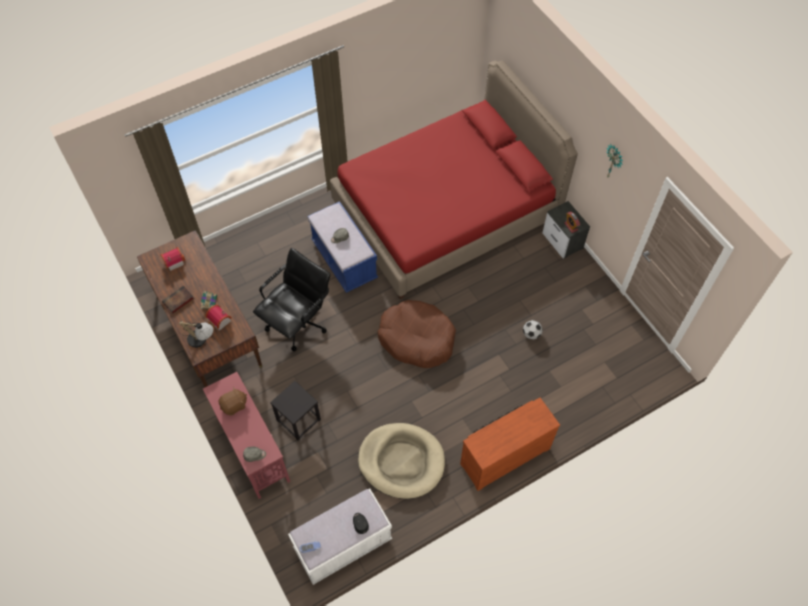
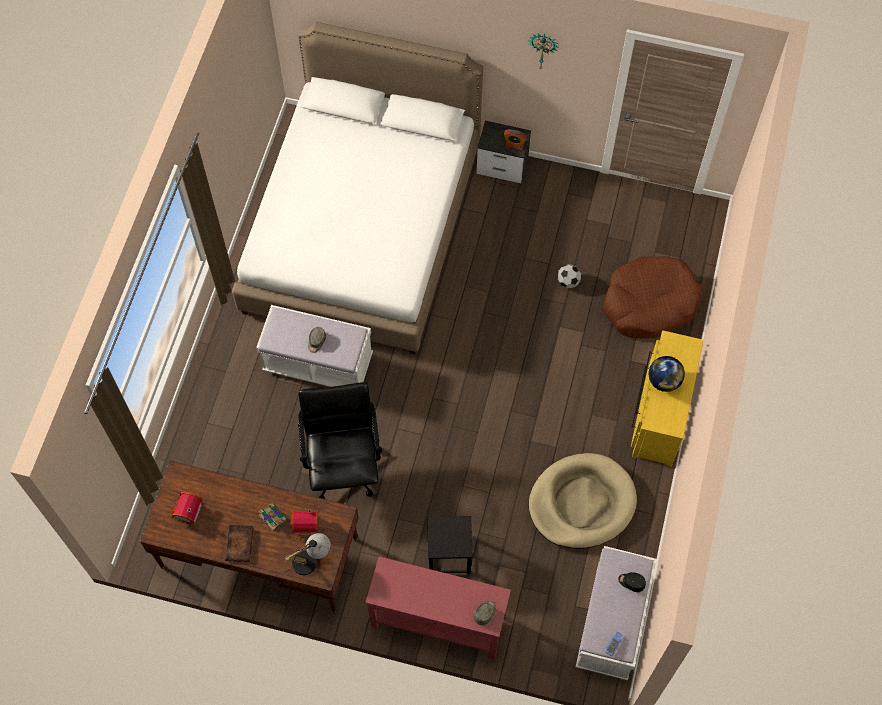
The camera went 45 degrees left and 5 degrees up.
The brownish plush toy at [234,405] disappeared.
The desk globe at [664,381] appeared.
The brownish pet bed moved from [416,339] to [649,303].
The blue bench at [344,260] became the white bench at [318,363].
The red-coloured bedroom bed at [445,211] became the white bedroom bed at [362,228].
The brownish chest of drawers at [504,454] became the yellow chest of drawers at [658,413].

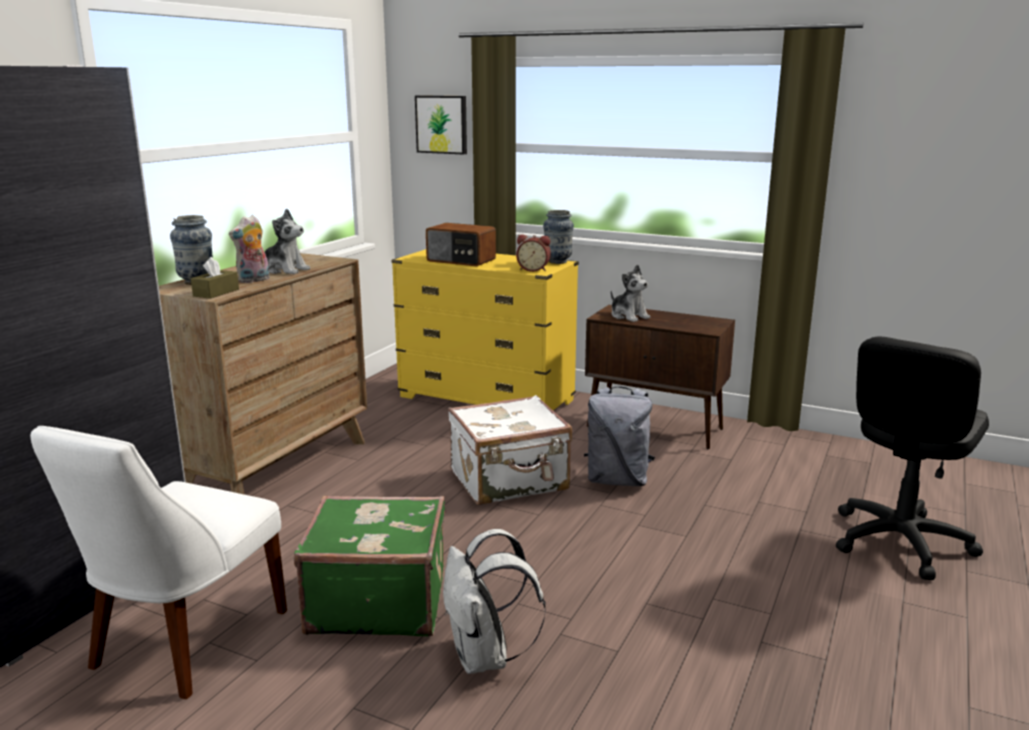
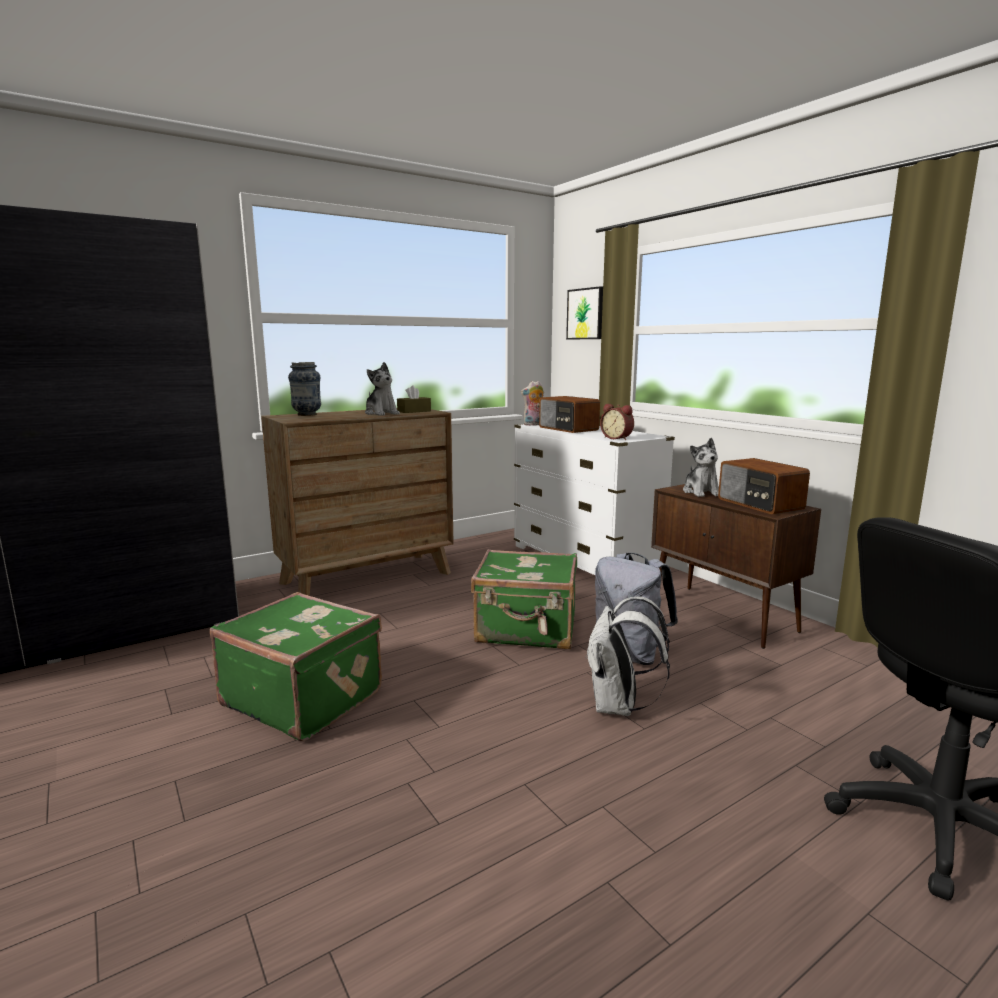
The camera went 30 degrees right and 5 degrees down.
The white upright chair at [184,643] disappeared.
The vase at [557,262] disappeared.
The radio set at [759,504] appeared.
The brownish tissue box moved from [216,292] to [414,411].
The plush toy moved from [254,280] to [534,425].
The white backpack moved from [485,658] to [618,706].
The yellow chest of drawers at [486,400] became the white chest of drawers at [584,561].
The white suitcase at [510,481] became the green-coloured suitcase at [527,630].

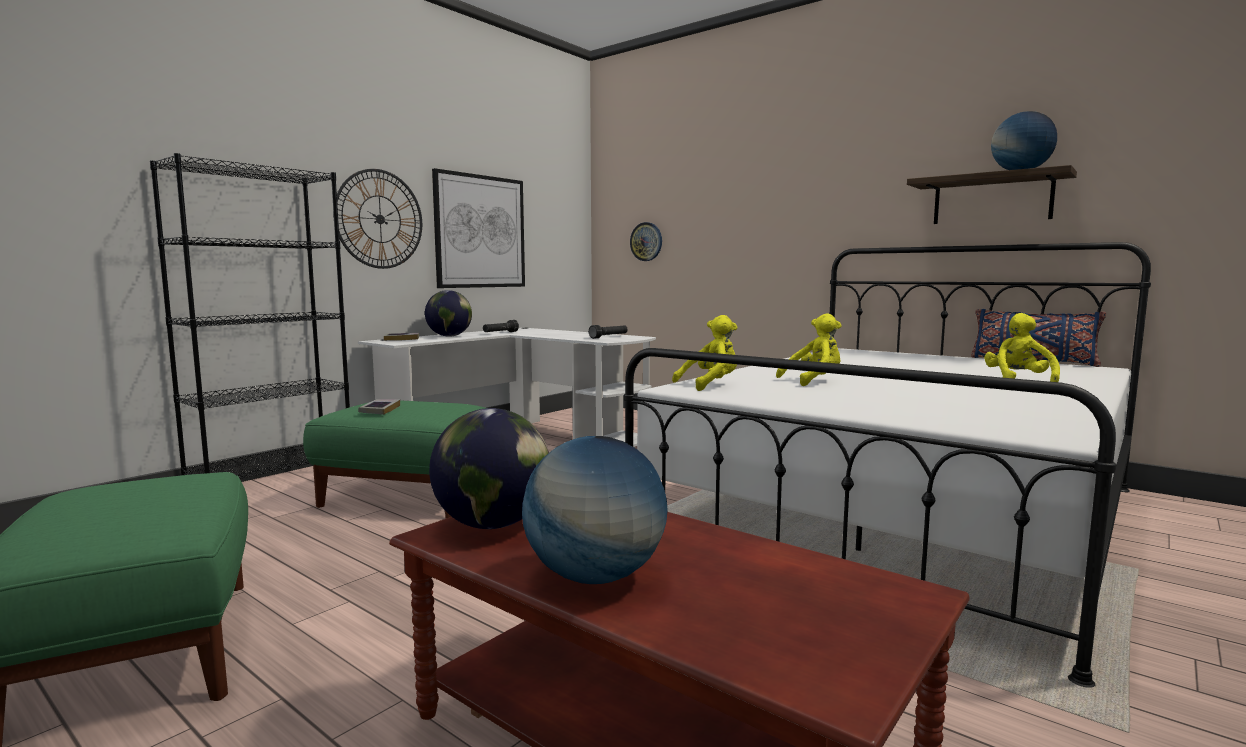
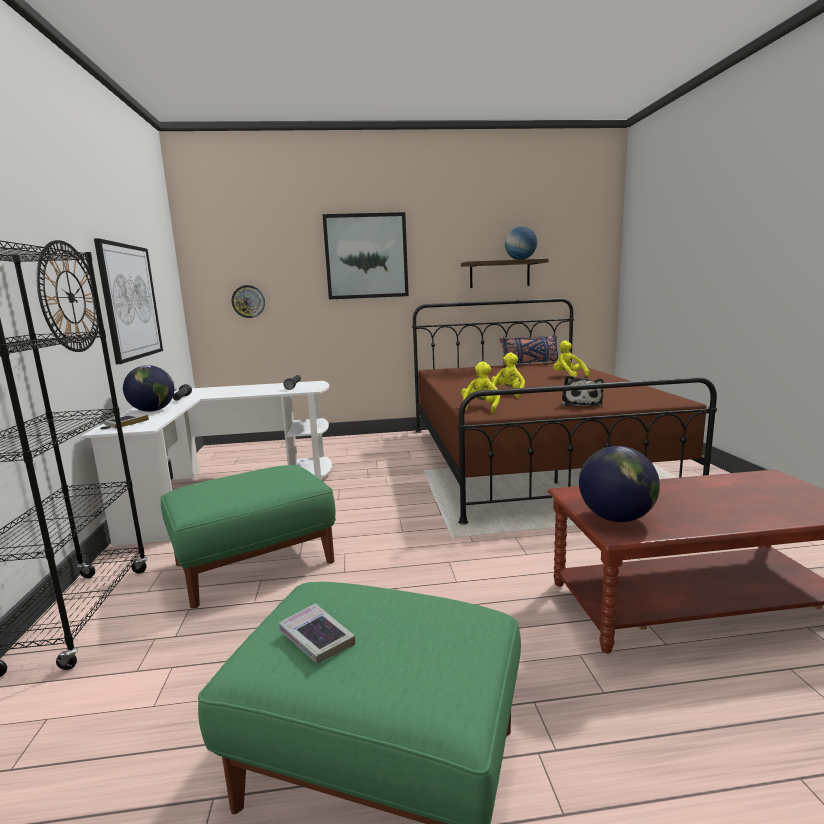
The camera went 45 degrees left and 5 degrees up.
The desk globe at [595,576] disappeared.
The wall picture at [366,256] appeared.
The plush toy at [581,403] appeared.
The volume moved from [380,410] to [316,638].
The white bedroom bed at [900,512] became the brownish bedroom bed at [529,458].

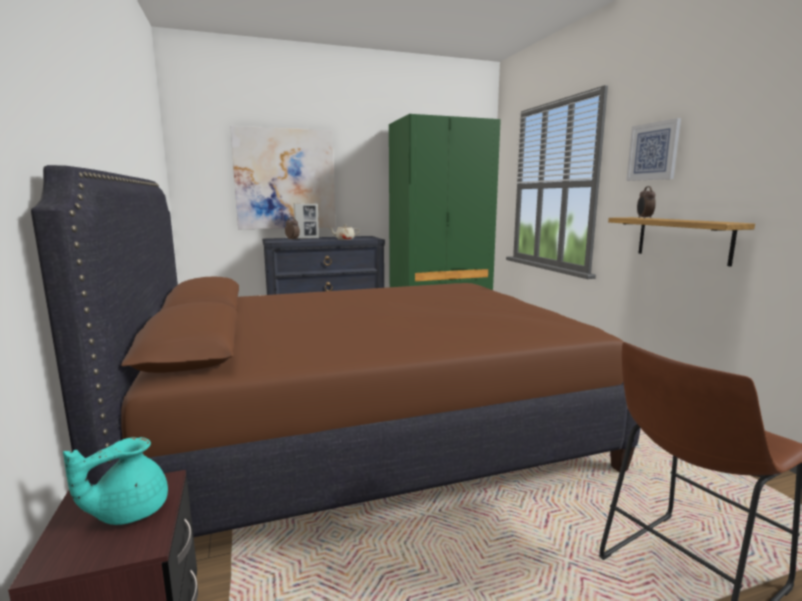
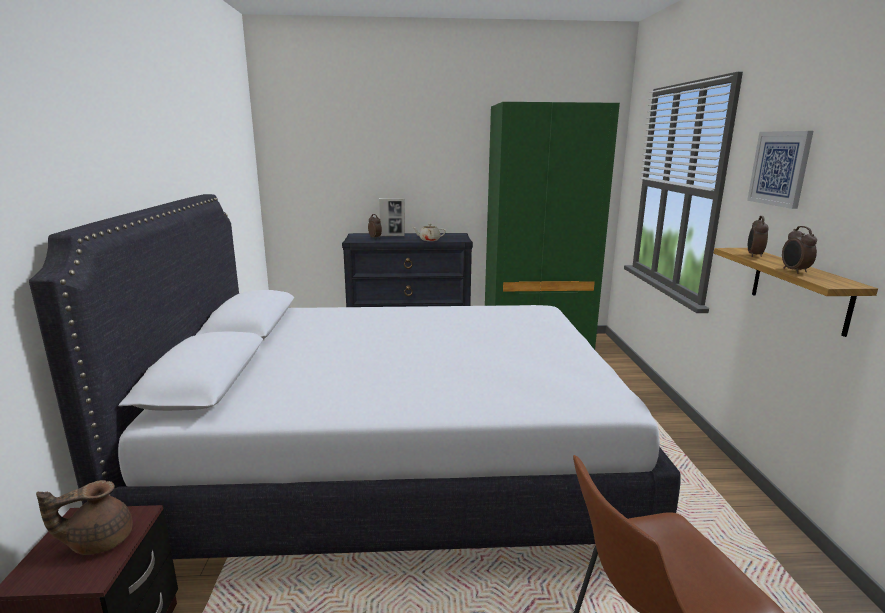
The camera went 15 degrees right and 5 degrees up.
The wall picture at [285,179] disappeared.
The bedside clock at [794,271] appeared.
The brownish bedroom bed at [367,432] became the white bedroom bed at [397,465].
The turquoise tea pot at [128,511] became the brownish tea pot at [99,541].

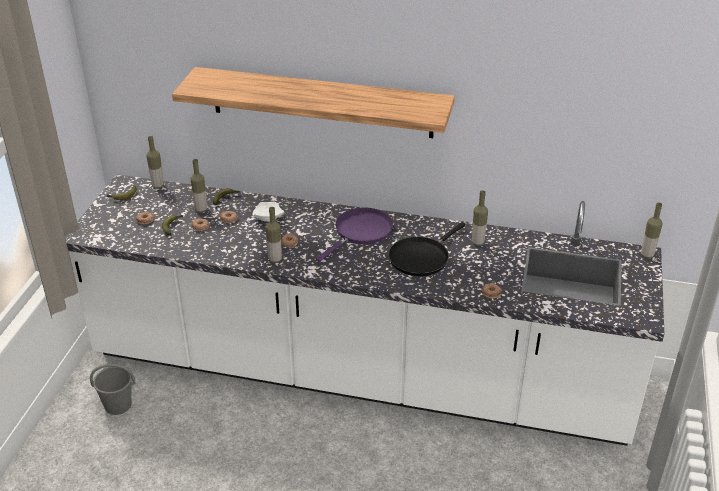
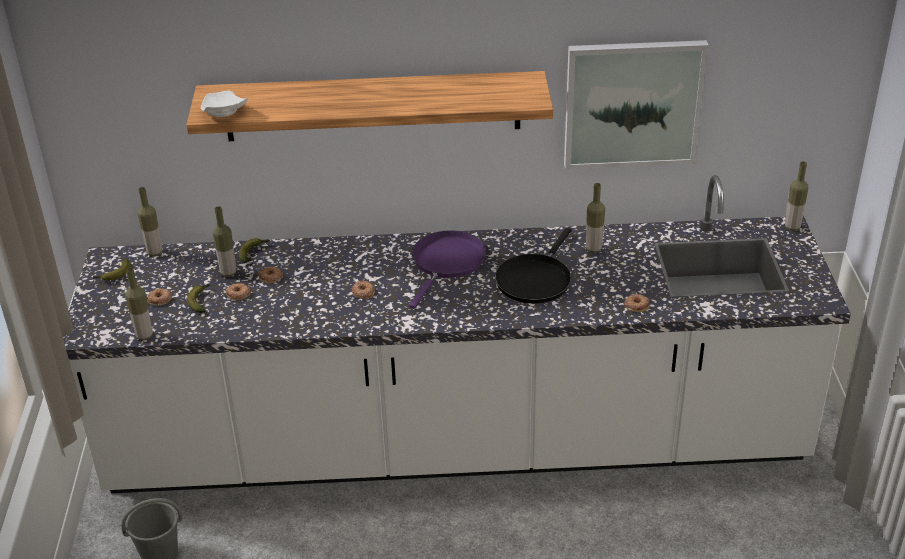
The camera went 15 degrees left and 0 degrees up.
The wall picture at [633,104] appeared.
The white dinner plate moved from [267,217] to [223,112].
The bottle moved from [275,259] to [144,336].

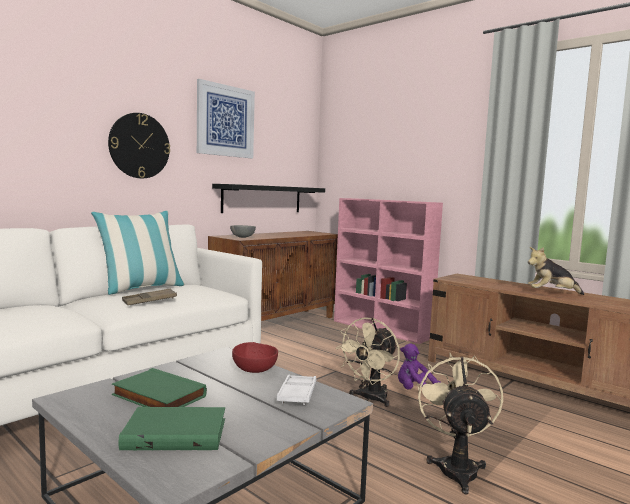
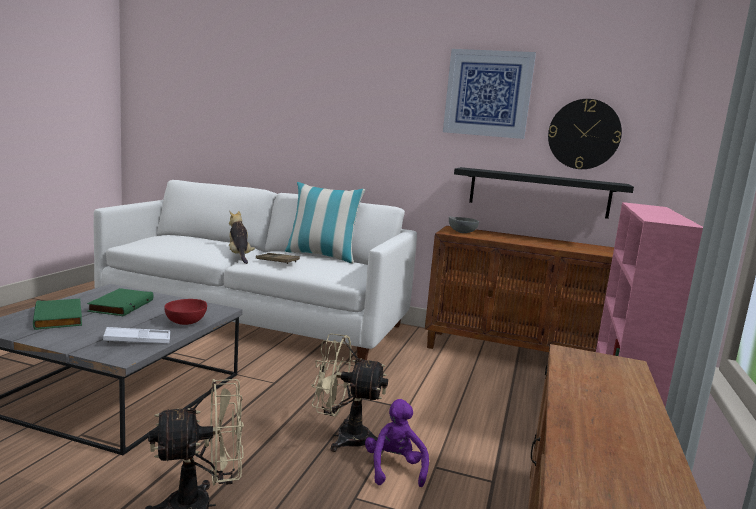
The camera went 65 degrees right and 5 degrees up.
The wall clock moved from [139,146] to [584,134].
The plush toy moved from [551,293] to [239,256].

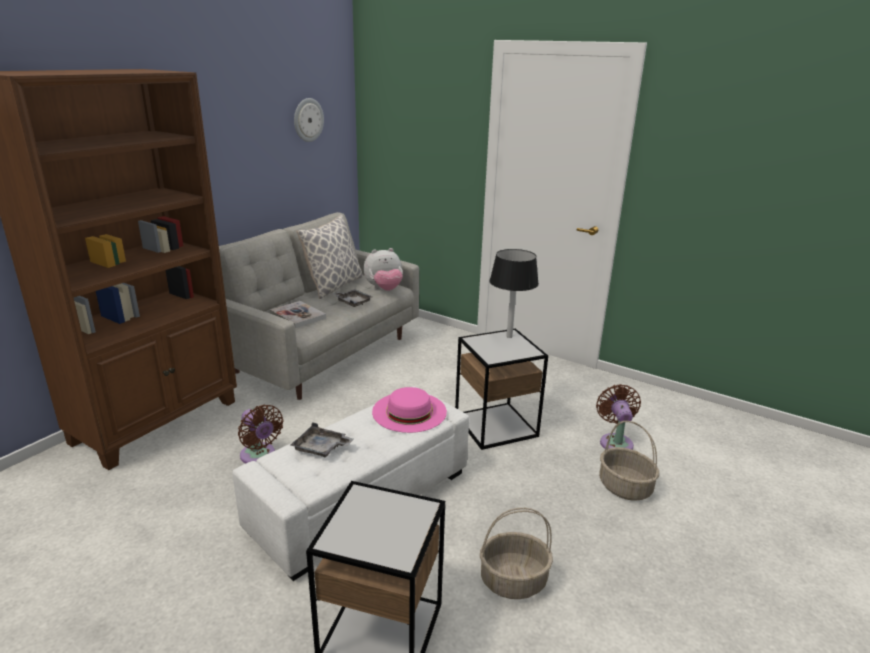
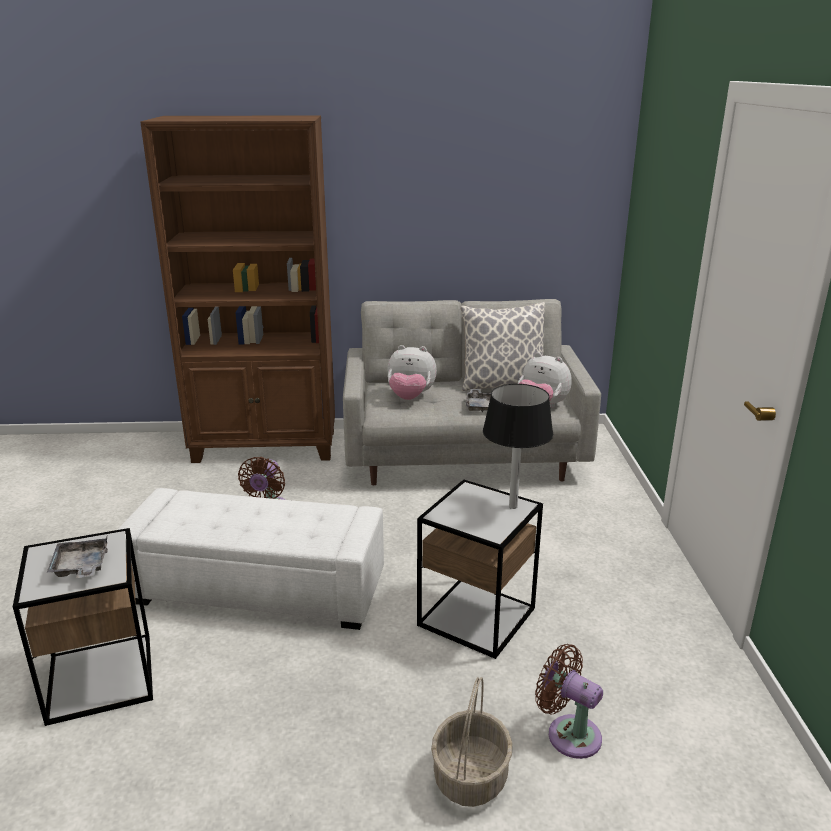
The camera went 55 degrees right and 0 degrees up.
The wall clock at [308,120] disappeared.
The pink-coloured clothing hat at [409,411] disappeared.
The storage basket at [514,580] disappeared.
The greyish tray moved from [321,448] to [81,567].
The volume at [298,316] was replaced by the plush toy at [410,397].
The brownish cooling fan at [615,441] turned 105 degrees counterclockwise.

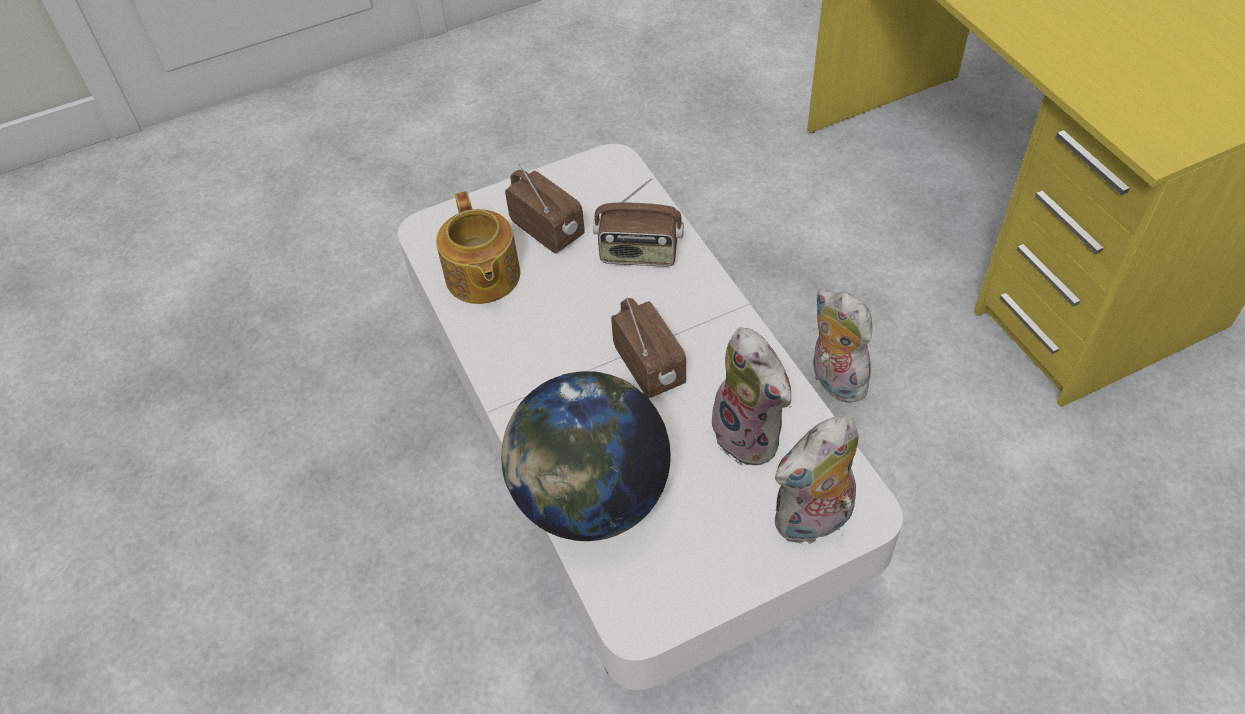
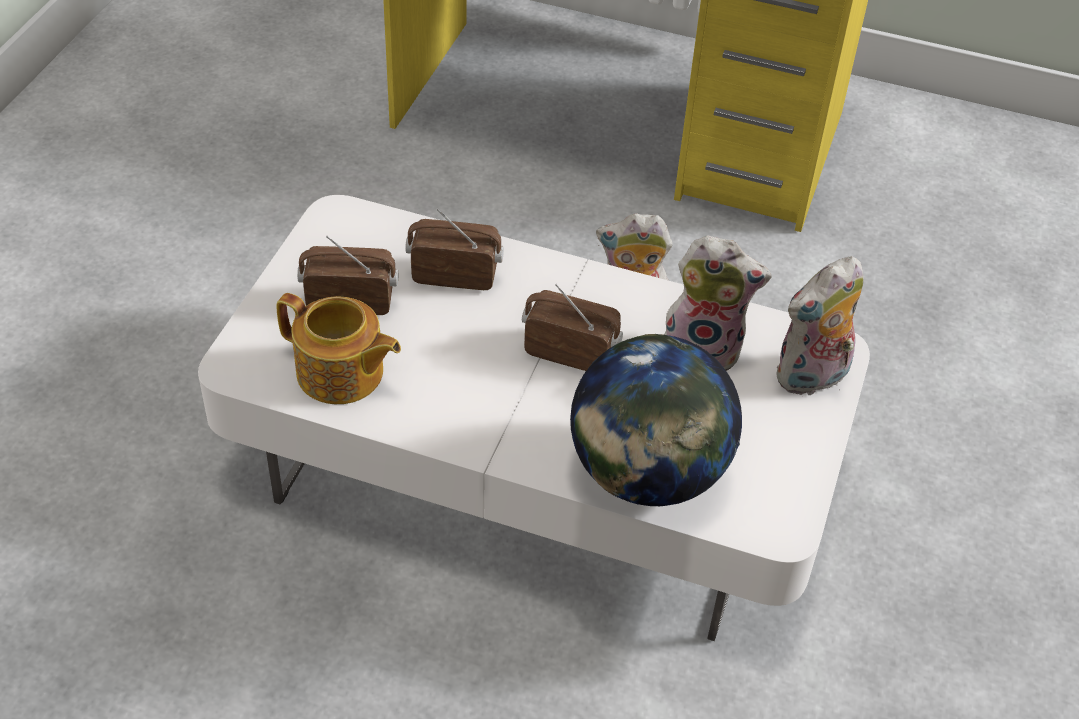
The camera went 50 degrees left and 5 degrees down.
The radio set at [639,254] turned 135 degrees counterclockwise.
The plush toy at [813,522] turned 45 degrees clockwise.

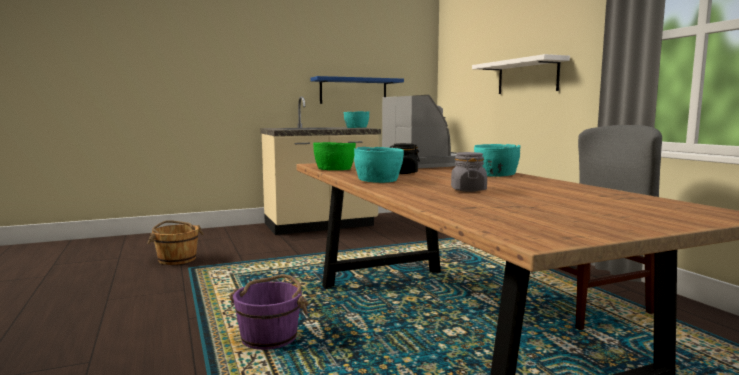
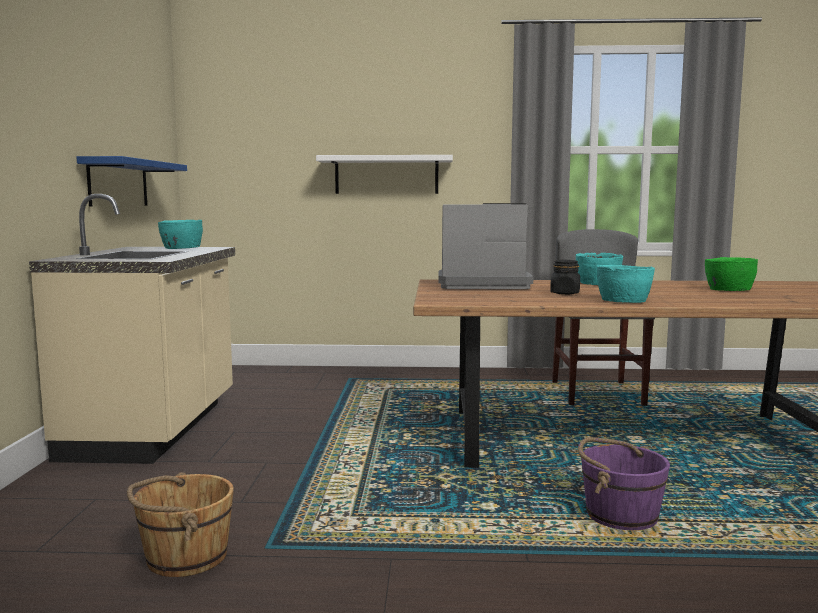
The camera went 65 degrees left and 0 degrees up.
The greyish storage jar at [468,190] disappeared.
The green-coloured deep dish moved from [334,169] to [728,289].

